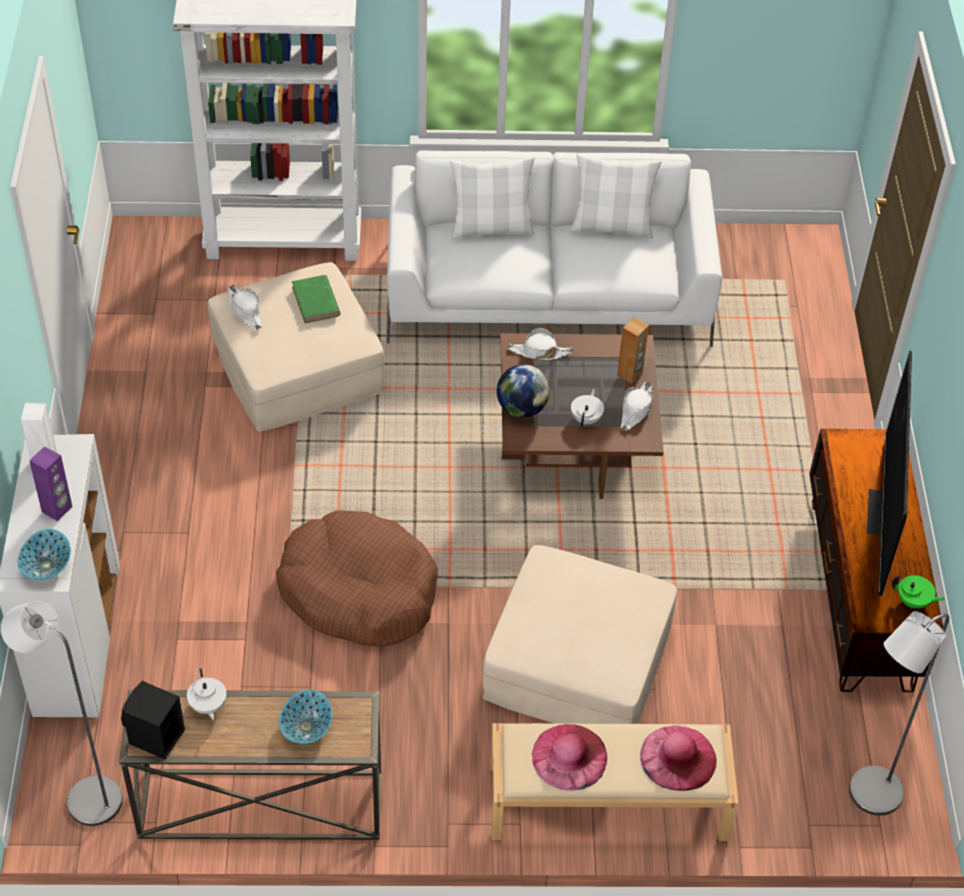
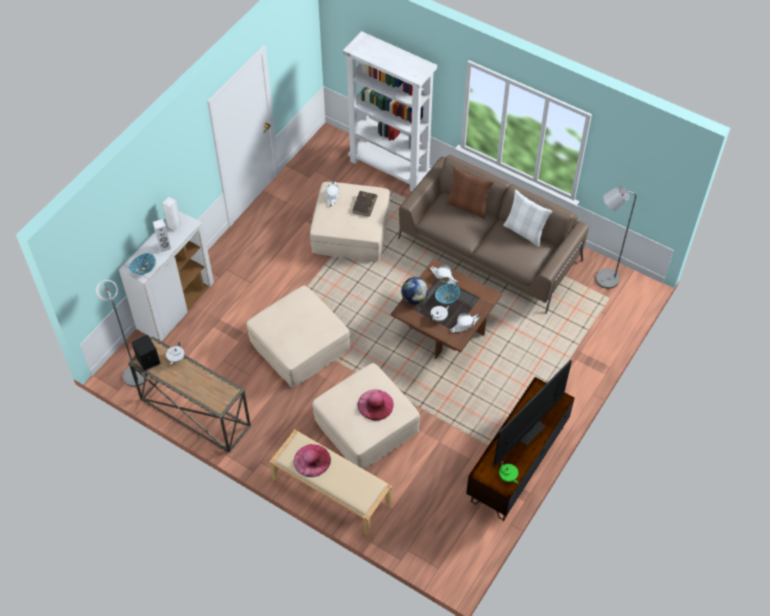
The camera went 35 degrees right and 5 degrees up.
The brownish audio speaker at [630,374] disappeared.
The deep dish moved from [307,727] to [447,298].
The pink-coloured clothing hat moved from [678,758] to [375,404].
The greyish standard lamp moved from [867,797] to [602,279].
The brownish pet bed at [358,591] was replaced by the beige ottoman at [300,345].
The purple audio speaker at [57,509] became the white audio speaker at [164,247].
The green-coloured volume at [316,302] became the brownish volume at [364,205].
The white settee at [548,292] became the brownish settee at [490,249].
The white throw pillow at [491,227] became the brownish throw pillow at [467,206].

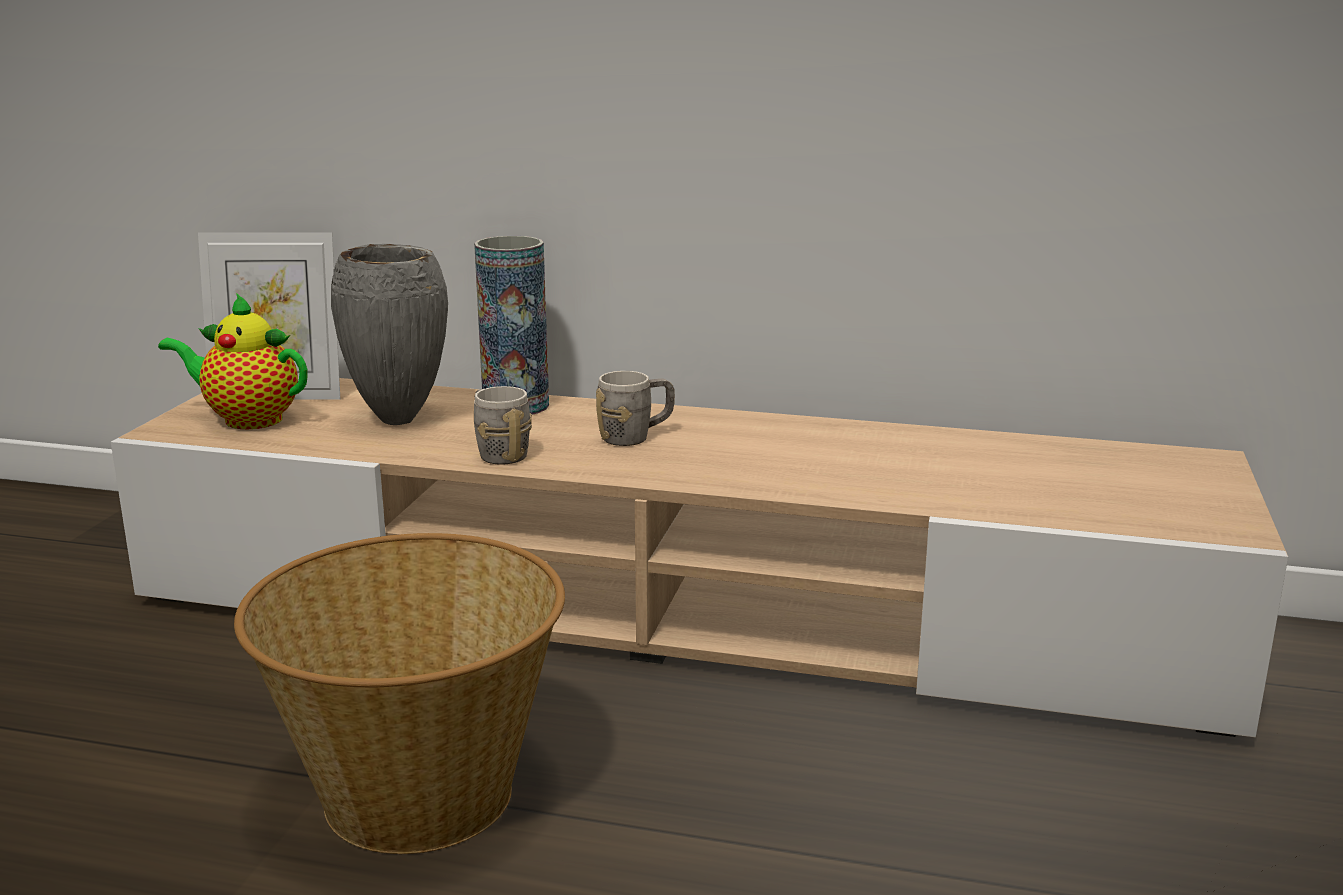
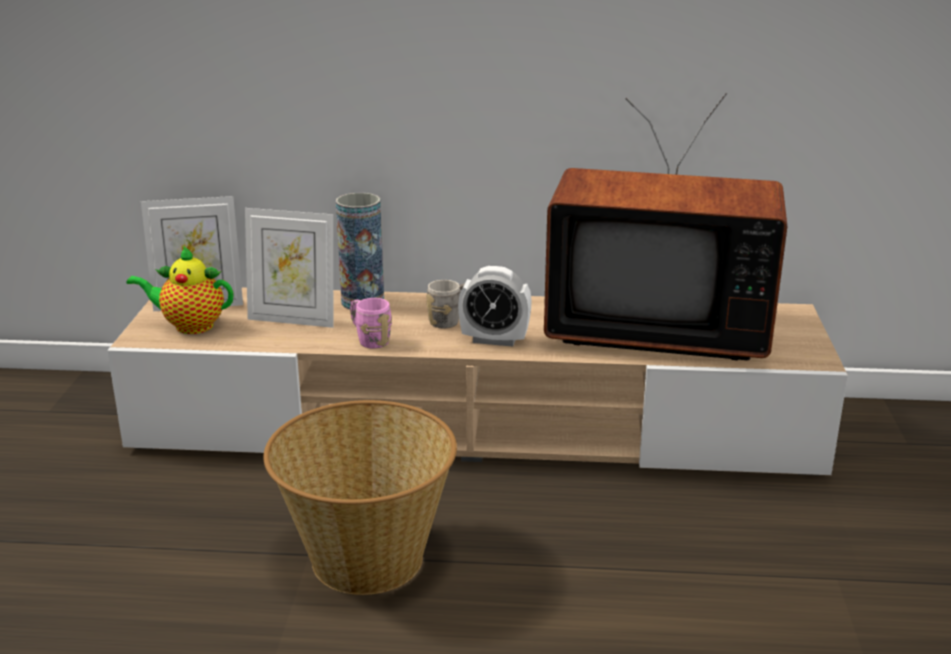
The camera went 10 degrees left and 5 degrees up.
The bedside clock at [494,340] appeared.
The TV set at [655,329] appeared.
The greyish vase at [401,421] was replaced by the picture frame at [293,319].
The greyish tea mug at [498,453] became the pink-coloured tea mug at [369,339].

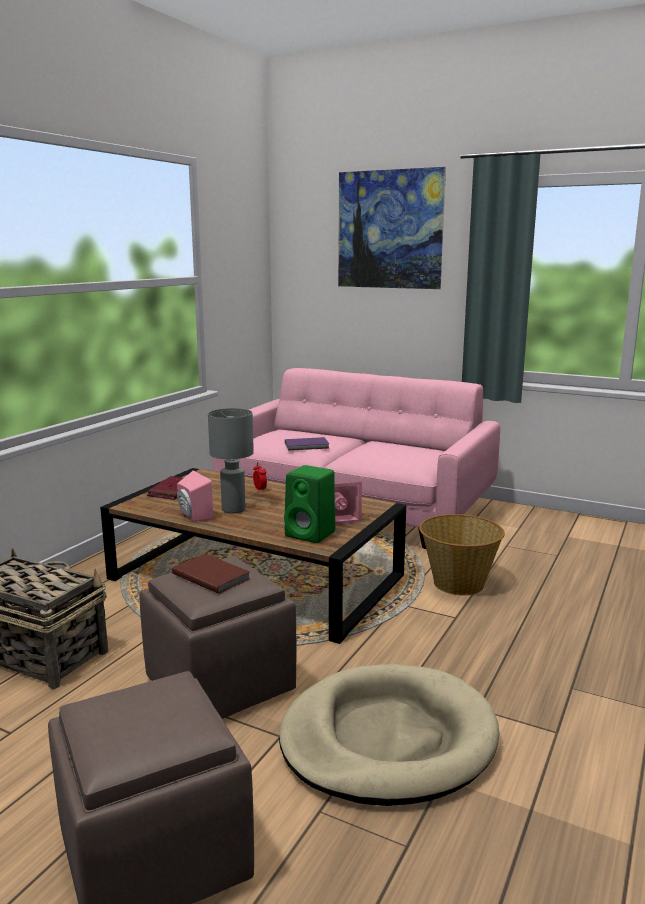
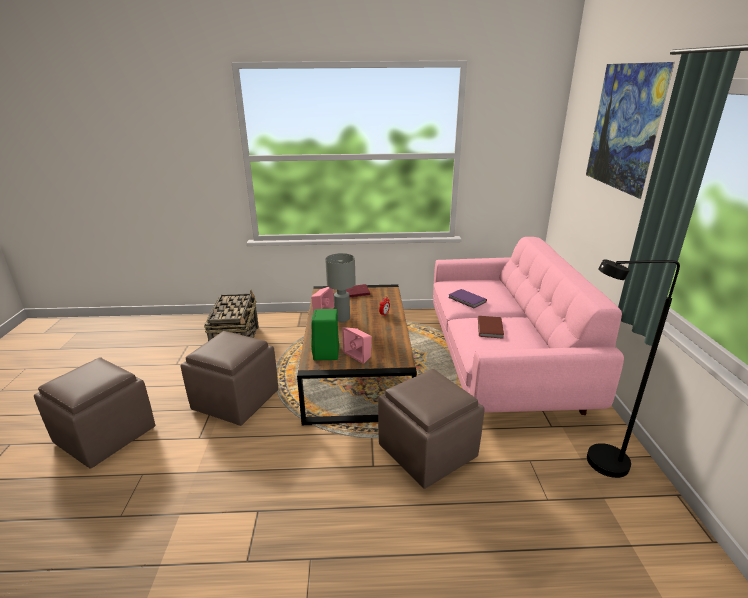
The camera went 60 degrees right and 10 degrees up.
The beige pet bed at [387,739] disappeared.
The black standard lamp at [597,464] appeared.
The brownish volume moved from [212,575] to [491,328].
The storage basket at [458,583] was replaced by the brownish ottoman at [428,451].

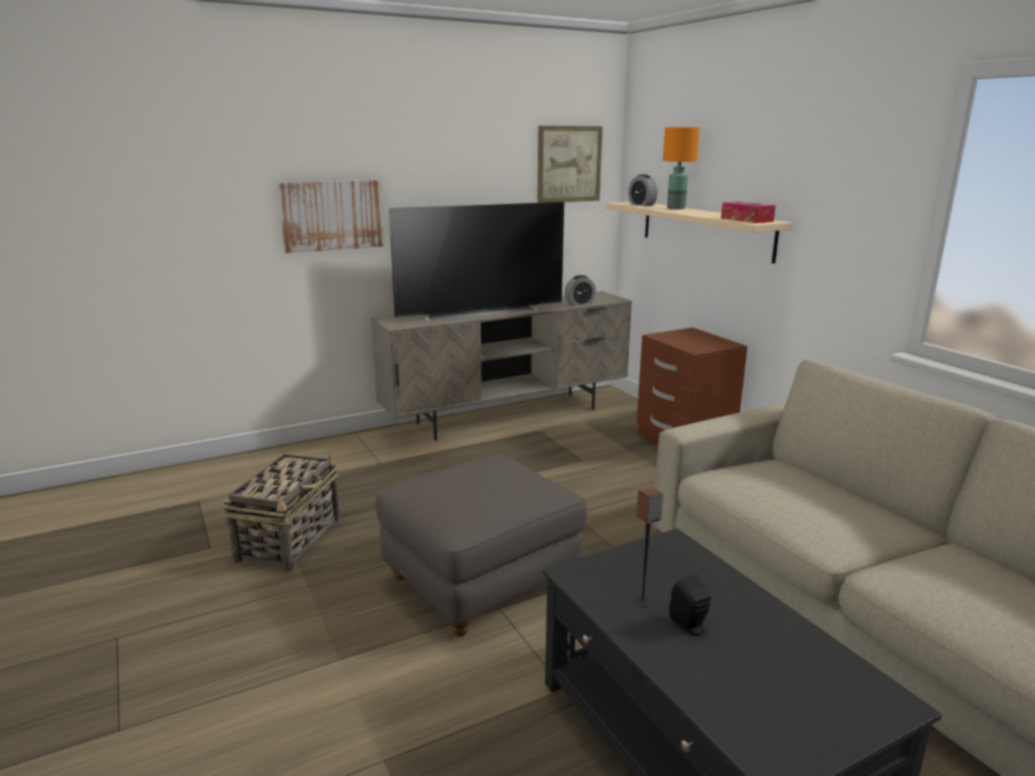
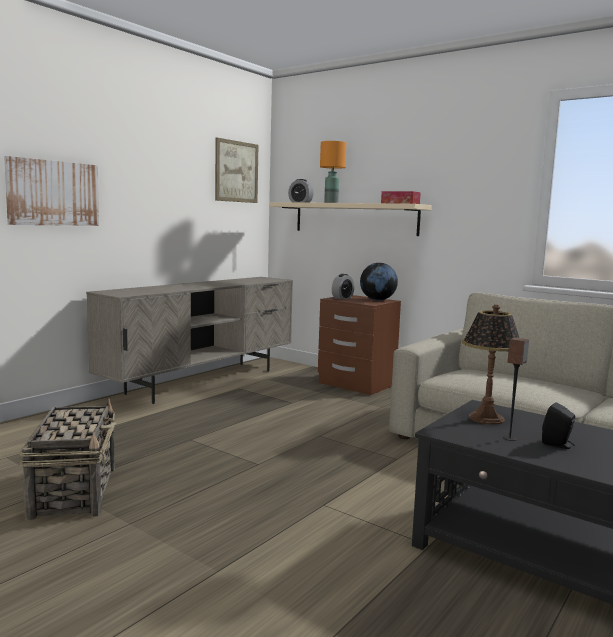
The camera went 25 degrees left and 10 degrees down.
The greyish ottoman at [481,581] disappeared.
The TV set at [479,312] disappeared.
The desk globe at [377,300] appeared.
The tabletop lamp at [486,418] appeared.
The bedside clock moved from [579,303] to [342,298].

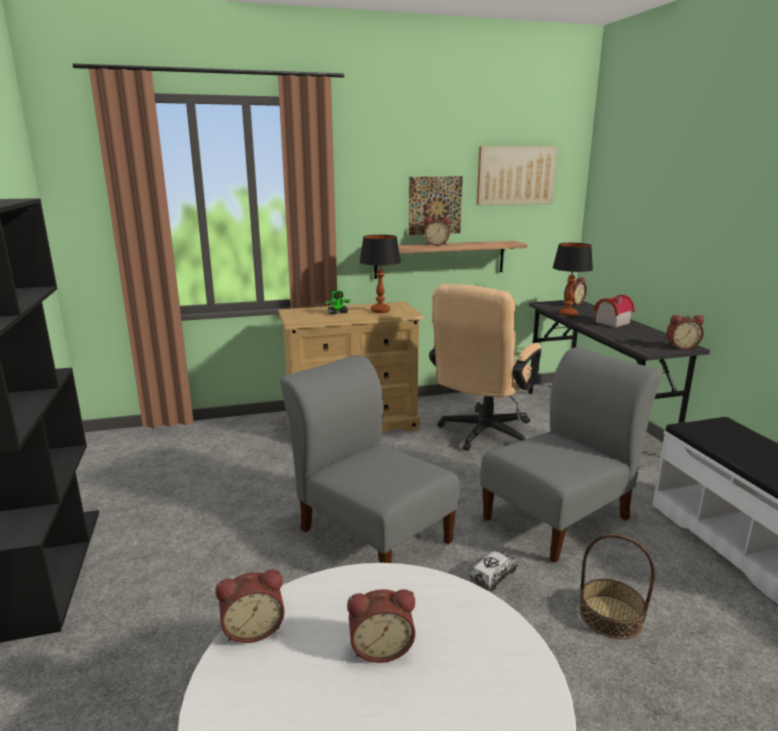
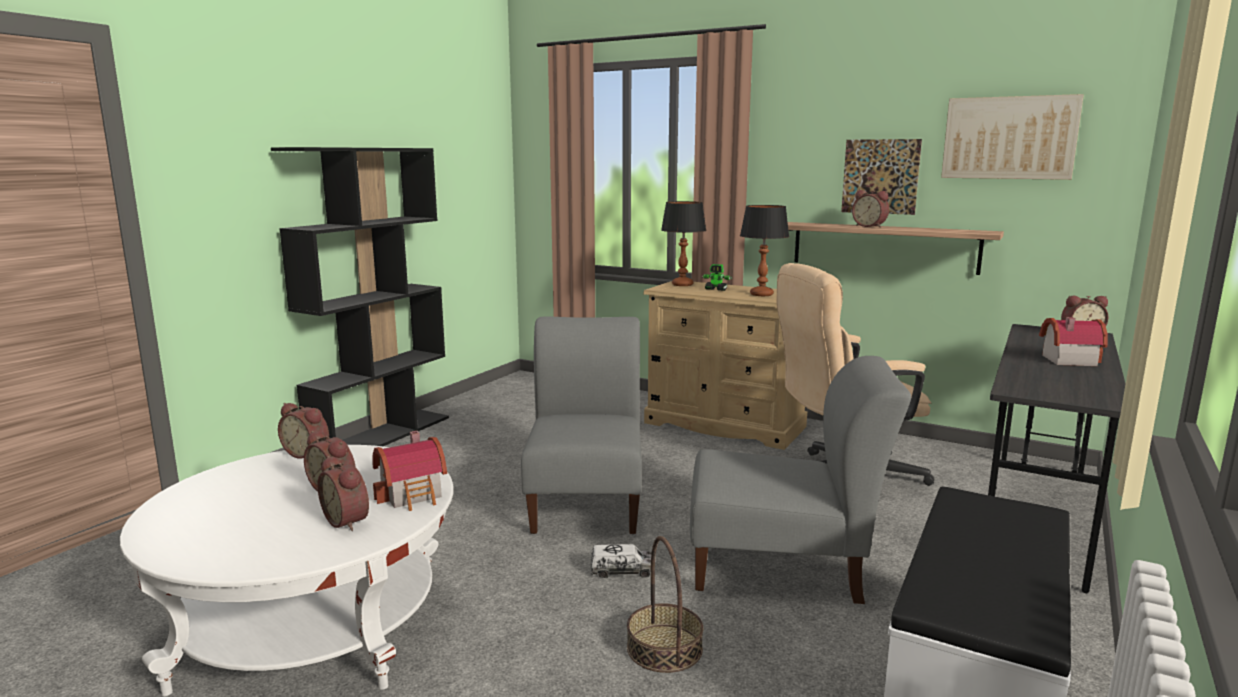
The camera went 45 degrees right and 5 degrees down.
The miniature house at [414,494] appeared.
The tabletop lamp moved from [568,314] to [682,285].
The bedside clock moved from [681,347] to [349,520].

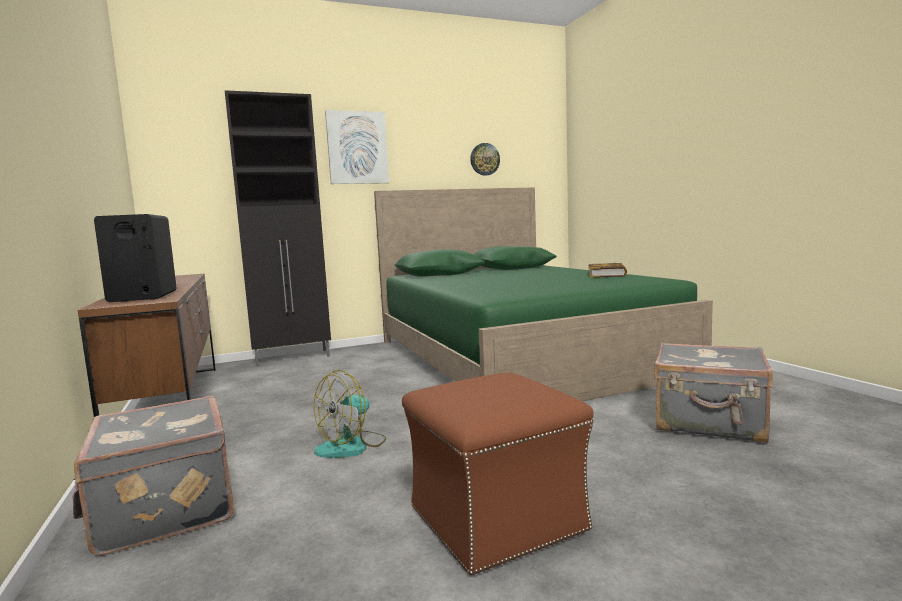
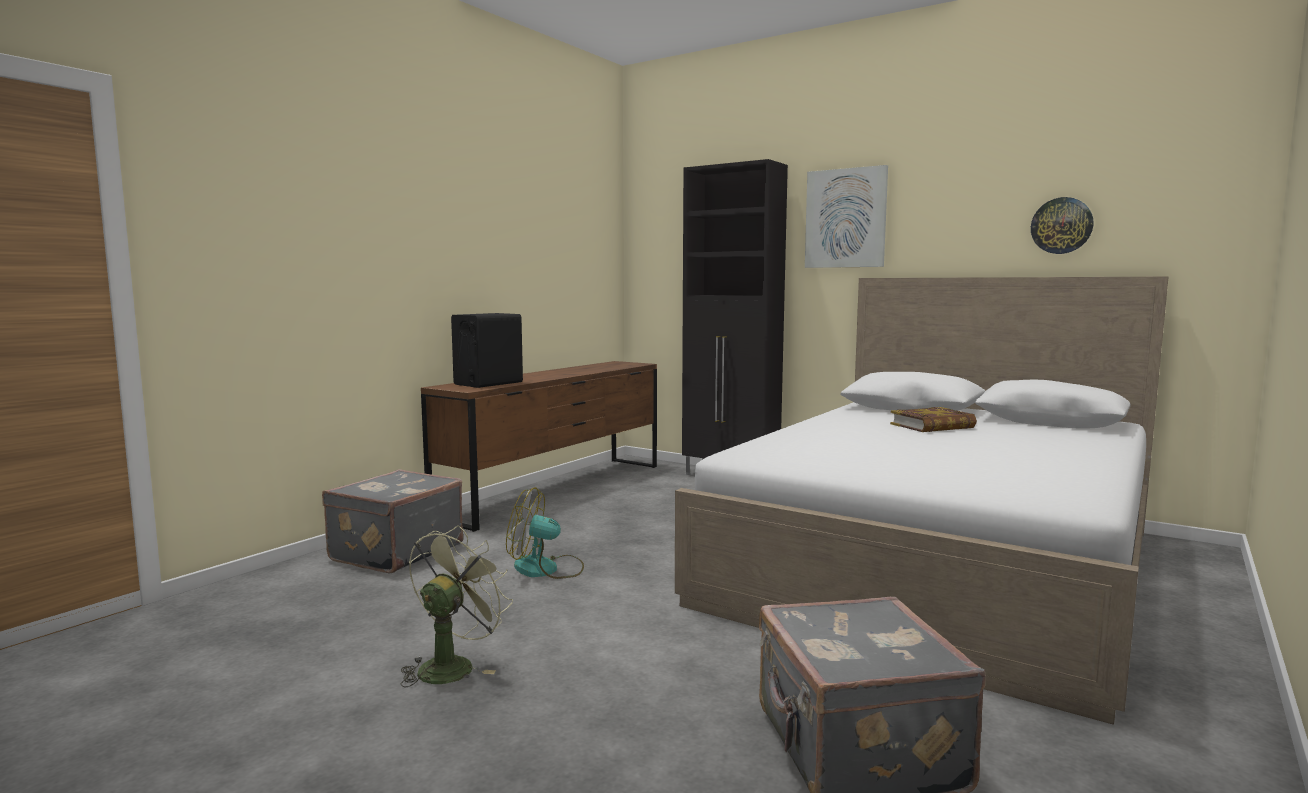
The camera went 55 degrees right and 0 degrees up.
The volume moved from [607,274] to [932,426].
The brownish ottoman at [495,519] was replaced by the green-coloured cooling fan at [452,665].
The green-coloured bedroom bed at [519,356] became the white bedroom bed at [940,565].

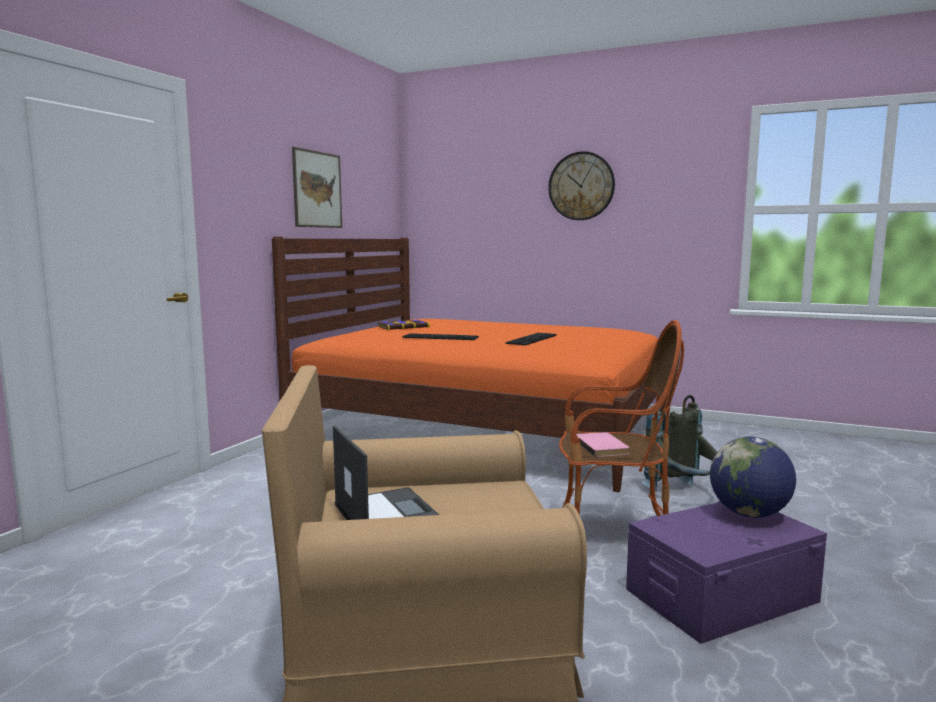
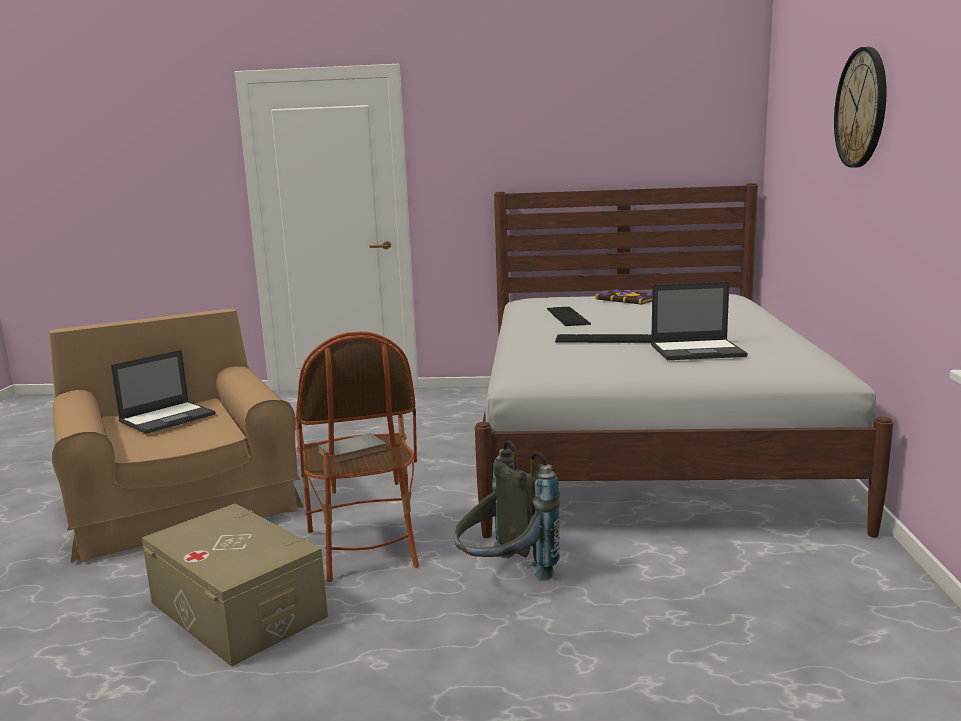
The camera went 70 degrees right and 5 degrees up.
The wall picture at [317,189] disappeared.
The desk globe at [749,514] disappeared.
The notebook computer at [698,350] appeared.
The orangey bedroom bed at [485,428] became the white bedroom bed at [643,444].
The pink-coloured volume at [603,447] became the greyish volume at [353,451].
The purple storage box at [721,595] became the beige storage box at [237,609].

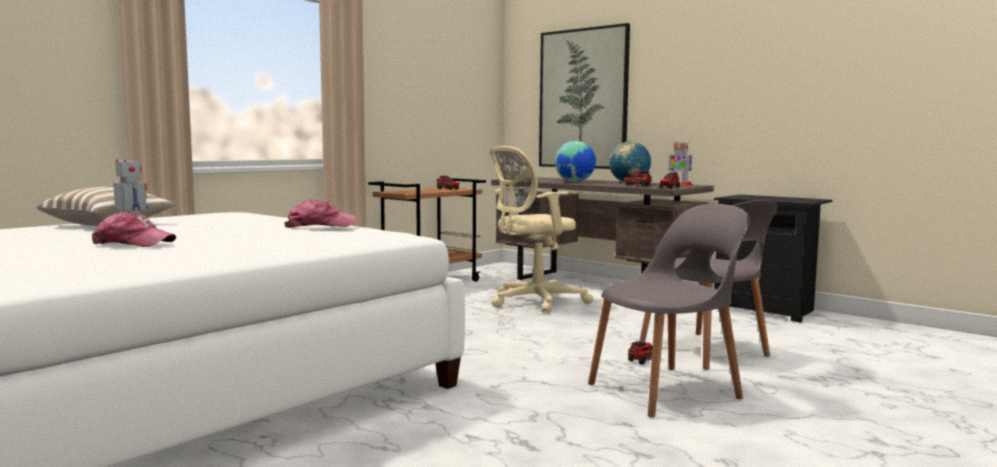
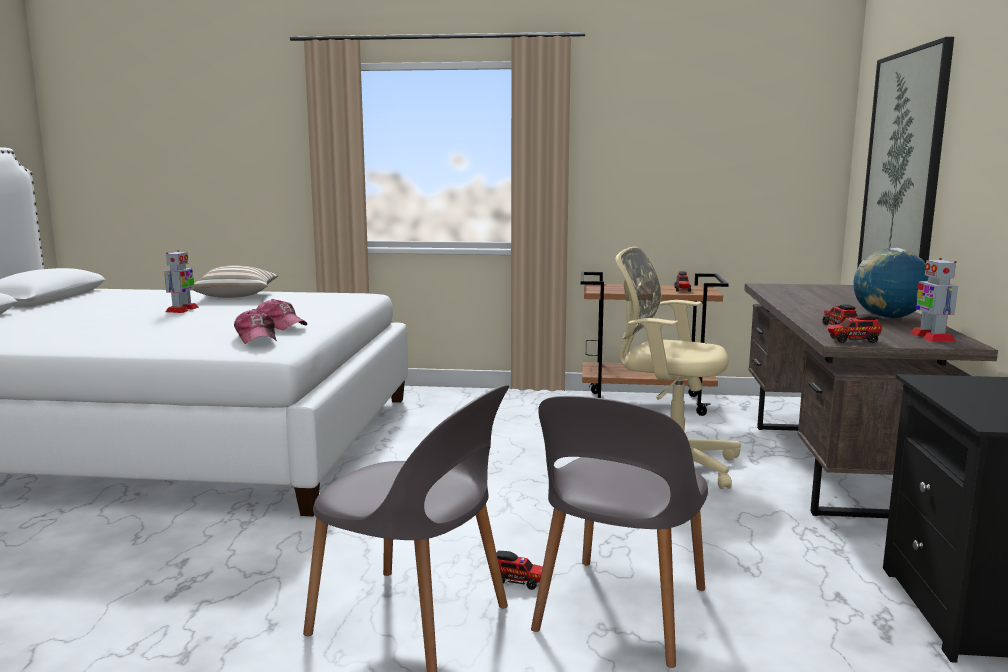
The camera went 55 degrees right and 5 degrees up.
The desk globe at [575,182] disappeared.
The baseball cap moved from [133,243] to [257,337].

